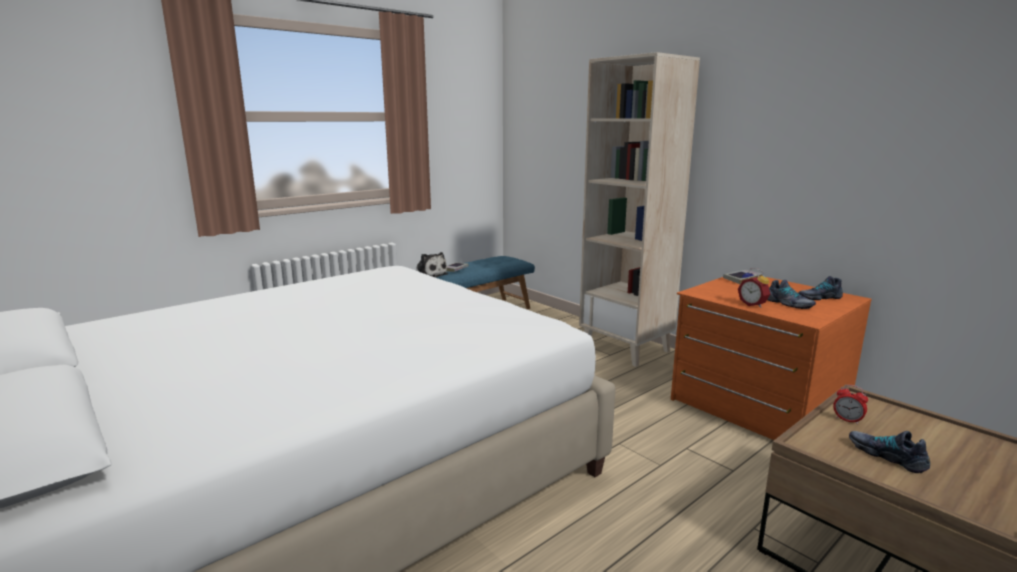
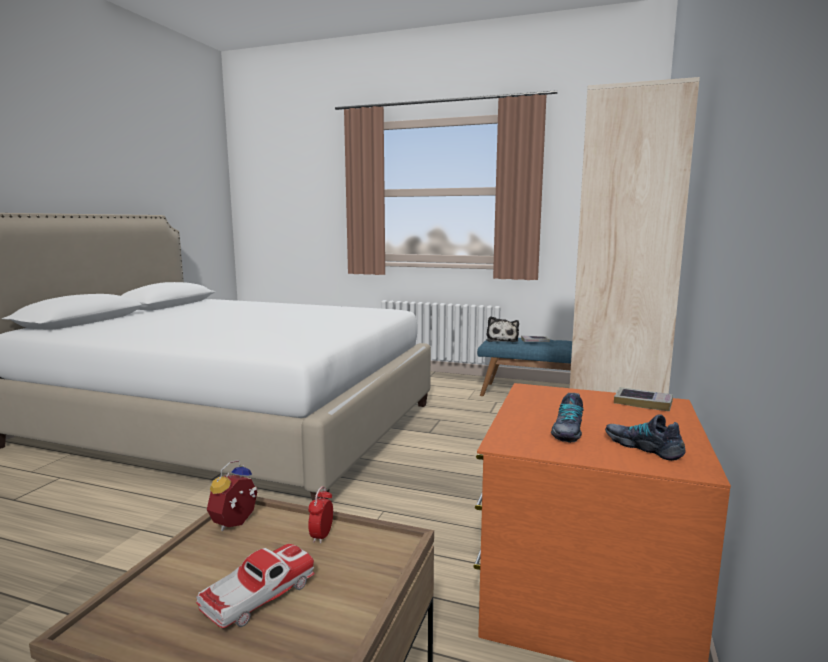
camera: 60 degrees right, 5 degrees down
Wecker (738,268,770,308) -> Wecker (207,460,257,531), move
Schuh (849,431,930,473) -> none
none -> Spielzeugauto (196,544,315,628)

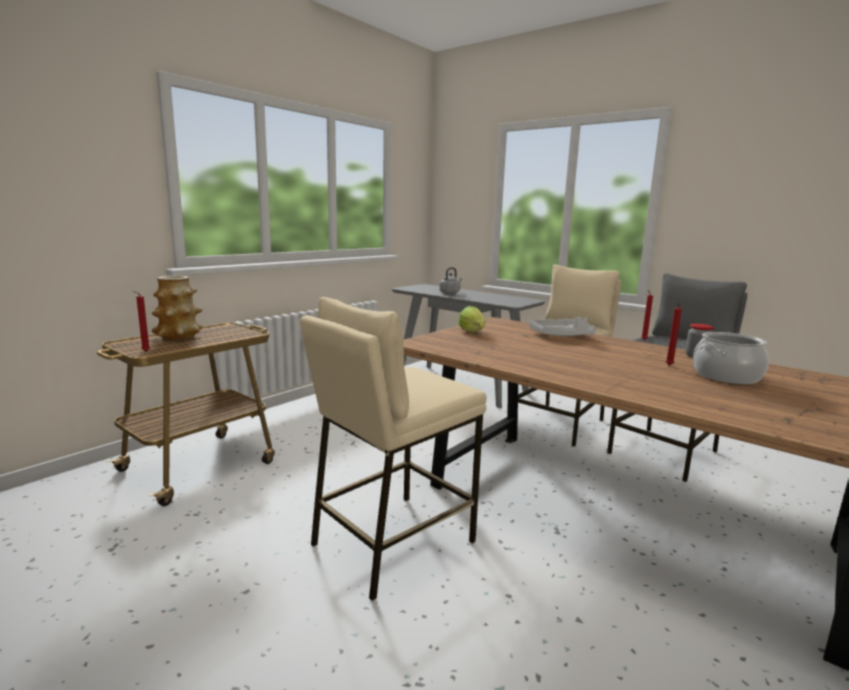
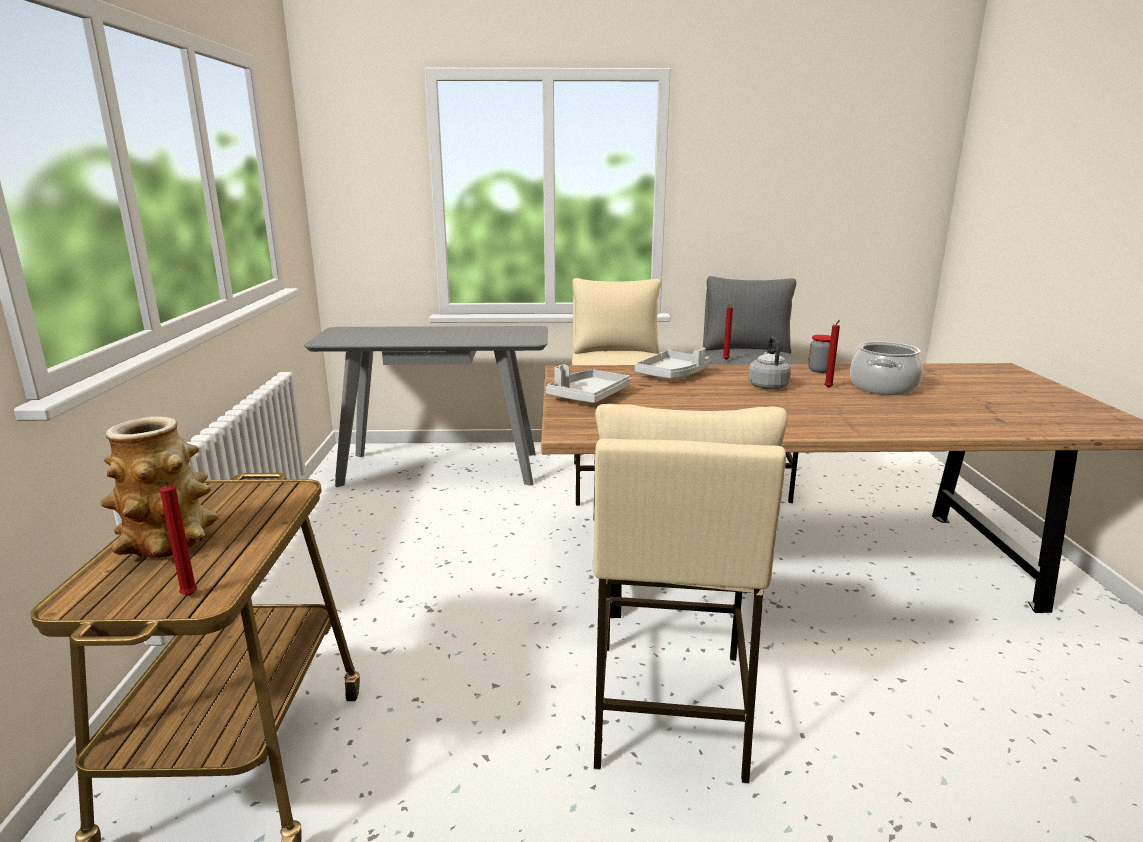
camera: 40 degrees left, 5 degrees up
Wasserkessel [grau] (439,267,462,294) -> Wasserkessel [grau] (748,337,791,390), move
Salatkopf (459,306,485,332) -> Tablett [grau] (546,364,631,403)

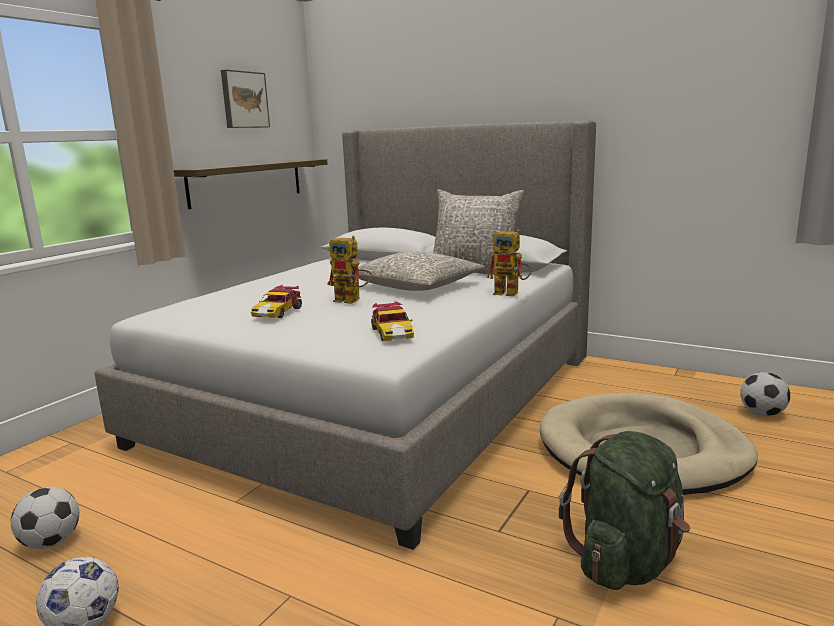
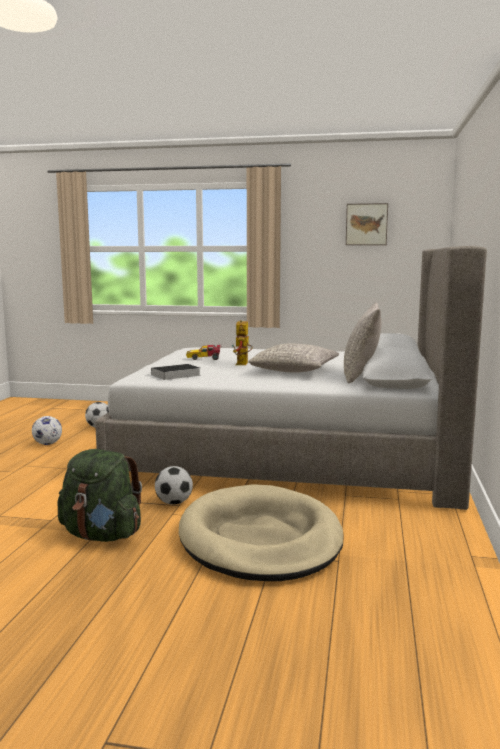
camera: 70 degrees right, 5 degrees down
Wandregal (174,159,327,209) -> none
Spielzeugauto (371,301,414,341) -> Buch (146,364,201,380)
Spielzeugroboter (487,229,532,296) -> none
Fußball (740,372,790,416) -> Fußball (155,466,193,505), move

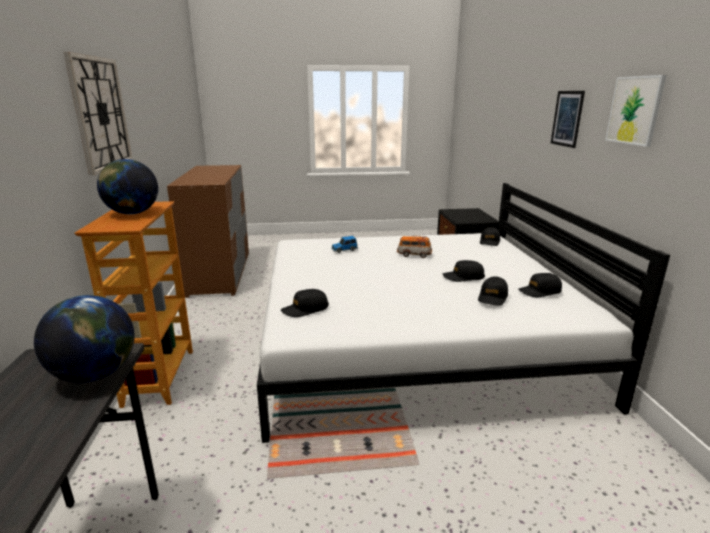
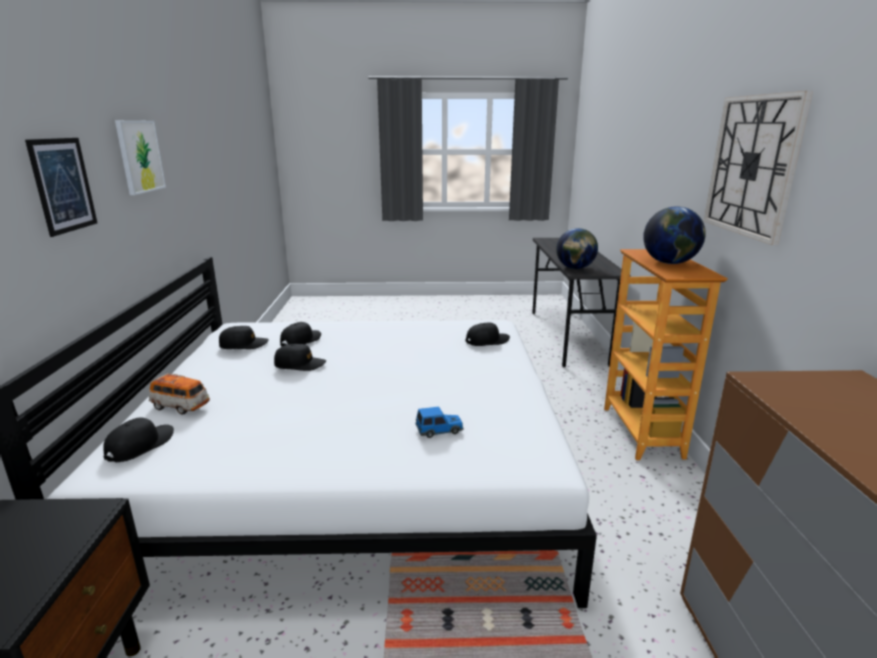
camera: 175 degrees left, 0 degrees up
Spielzeugauto (397,236,432,258) -> Spielzeugauto (149,373,210,415), move

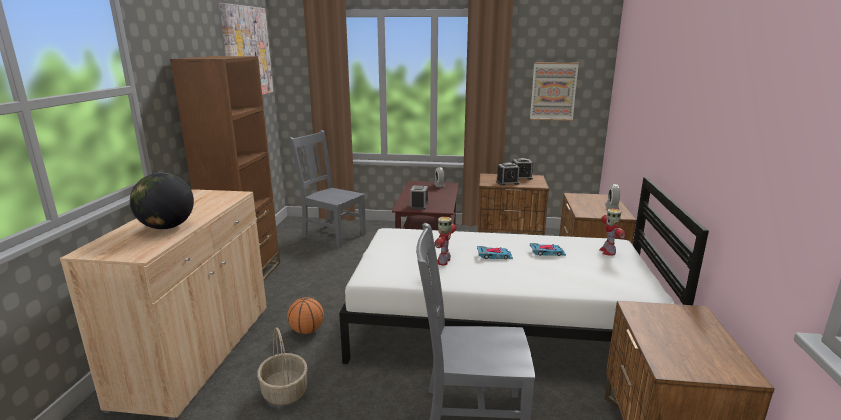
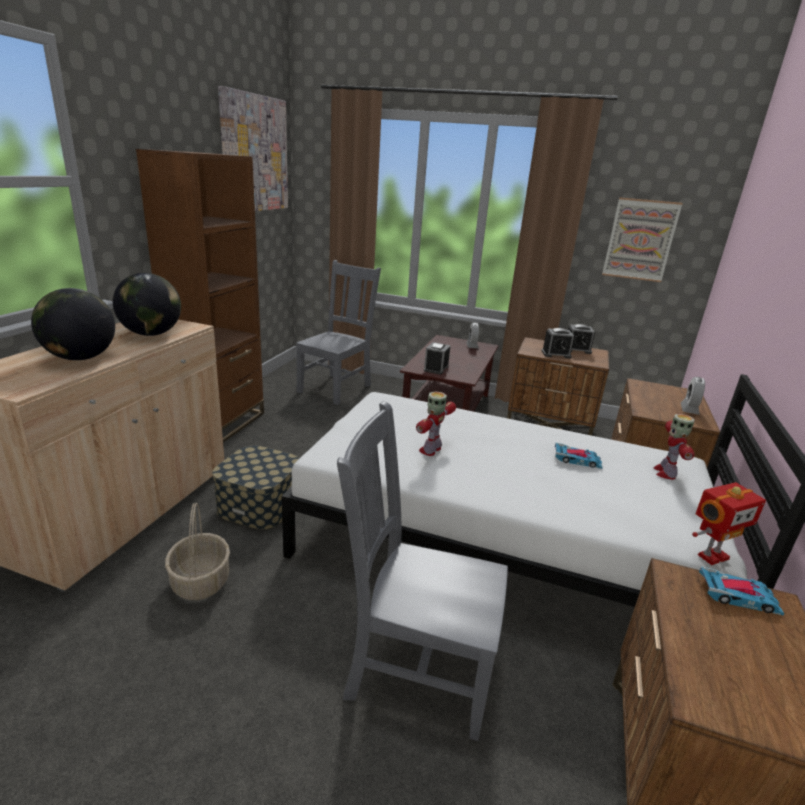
camera: 10 degrees right, 5 degrees up
Basketball (287,297,324,334) -> Aufbewahrungsbox (212,446,299,530)
Stuhl [grau] (289,130,366,248) -> Stuhl [grau] (296,260,381,405), 75 degrees clockwise
Spielzeugauto (477,246,513,259) -> Spielzeugauto (699,566,784,615), move
none -> Globus (113,273,181,336)
none -> Spielzeugroboter (692,482,766,565)

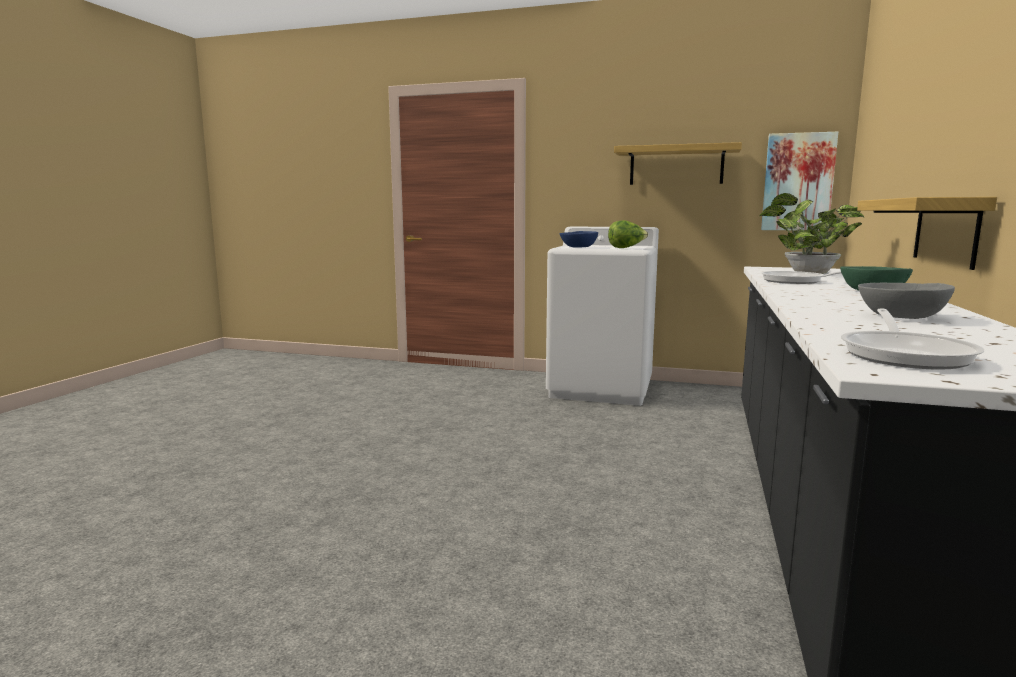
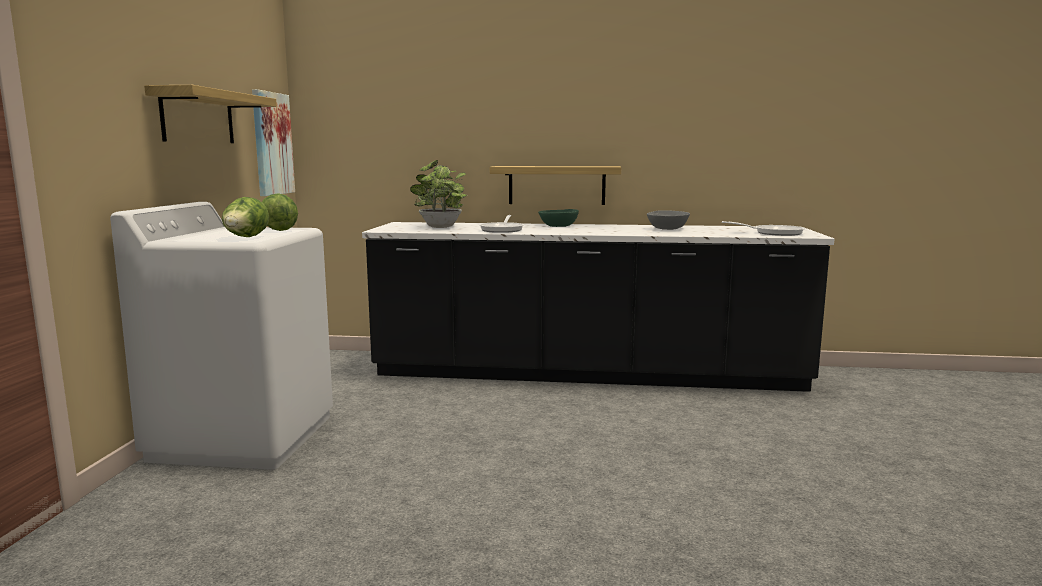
camera: 100 degrees left, 0 degrees up
Schüssel [blau] (559,231,598,248) -> Salatkopf (222,197,269,237)

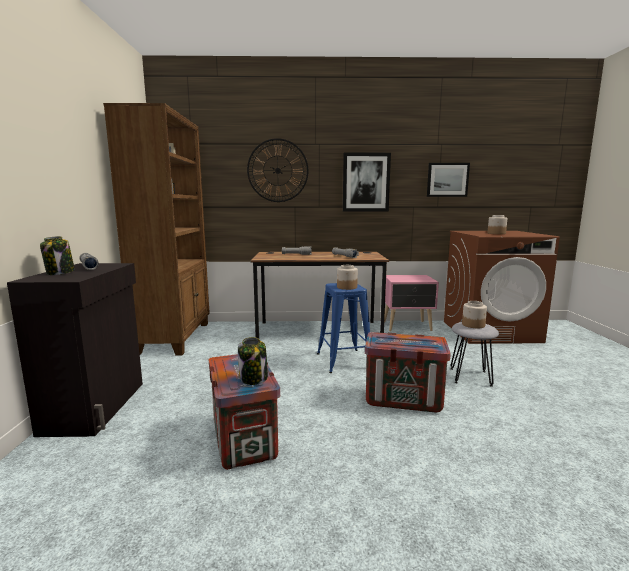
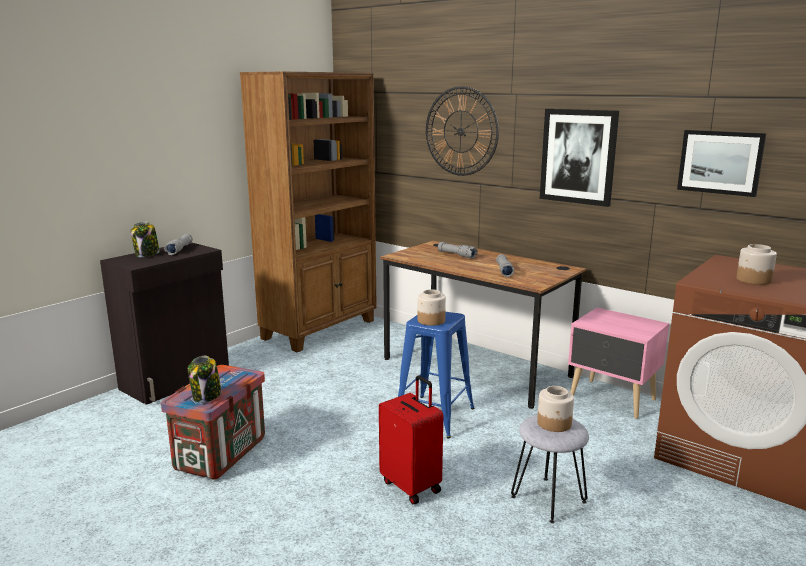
camera: 40 degrees right, 5 degrees up
Kiste (365,332,451,413) -> Koffer [rot] (379,376,443,504)

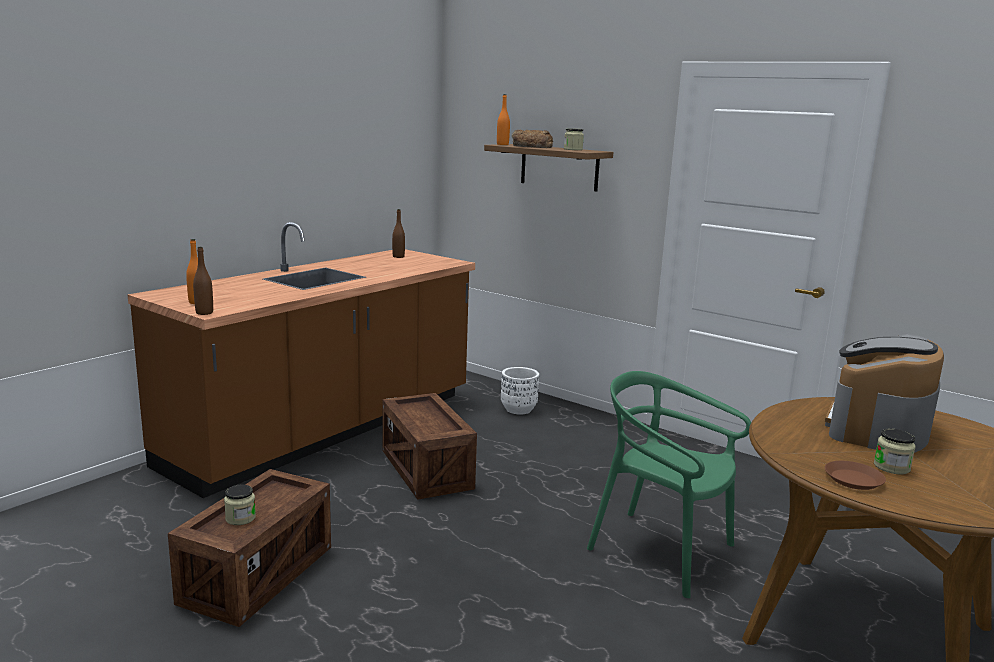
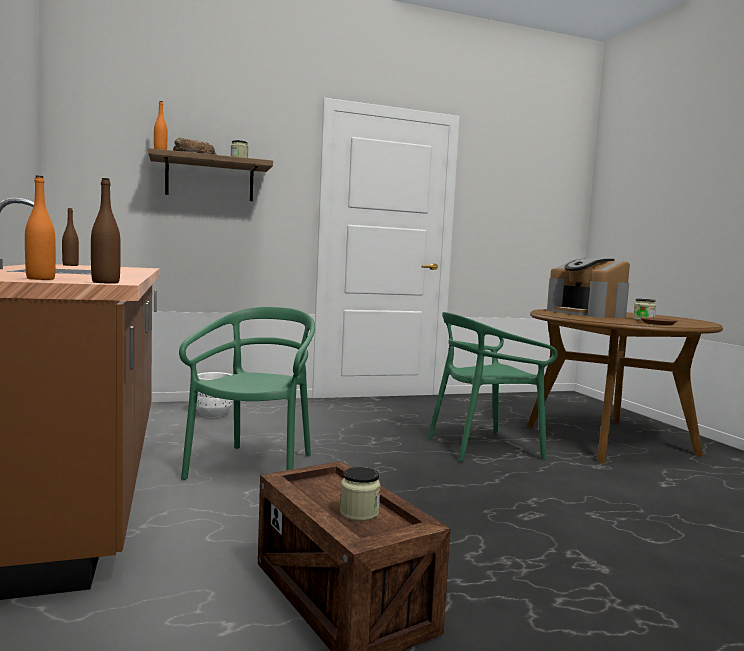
camera: 55 degrees left, 10 degrees down
Kiste (382,393,477,500) -> Stuhl [grün] (179,307,315,480)

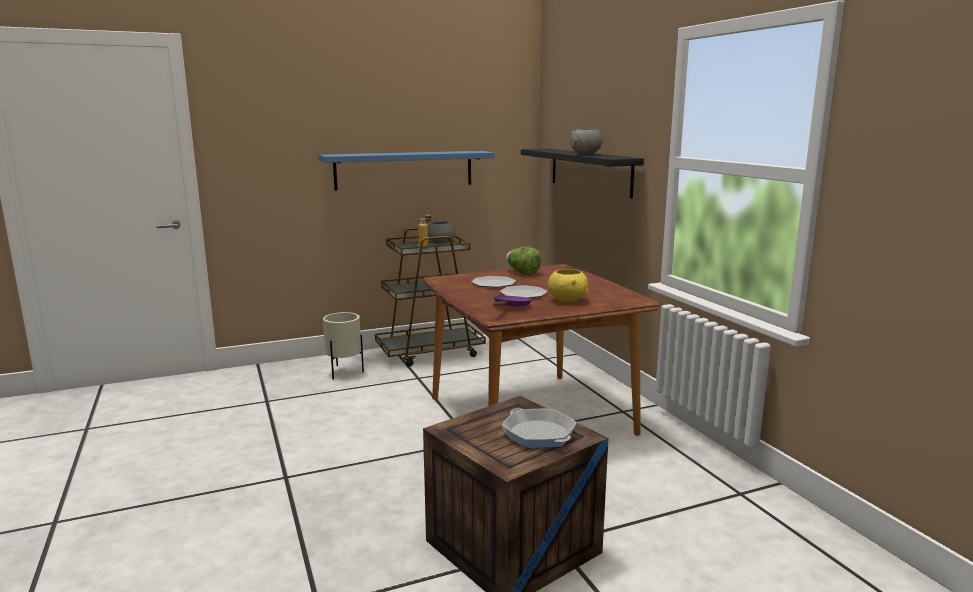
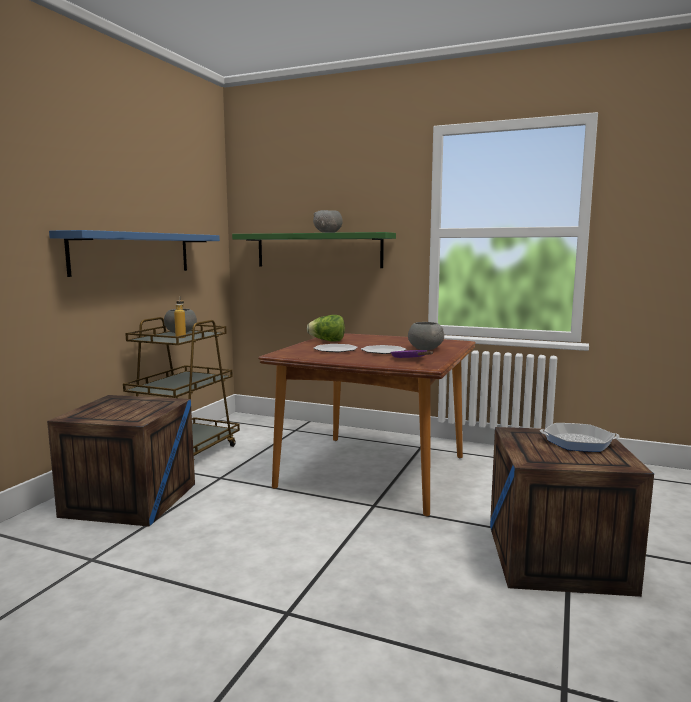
camera: 45 degrees left, 5 degrees down
Pflanzkübel [beige] (323,312,364,380) -> Kiste (47,395,195,527)
Wandregal [schwarz] (521,149,644,199) -> Wandregal [grün] (232,232,396,268)
Schüssel [gelb] (548,269,588,302) -> Schüssel [grau] (408,322,444,350)

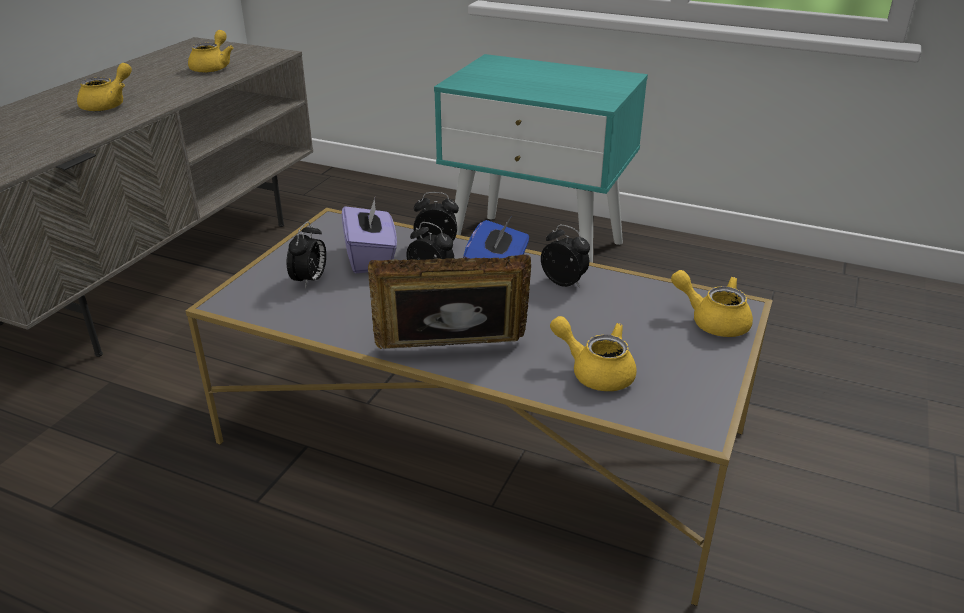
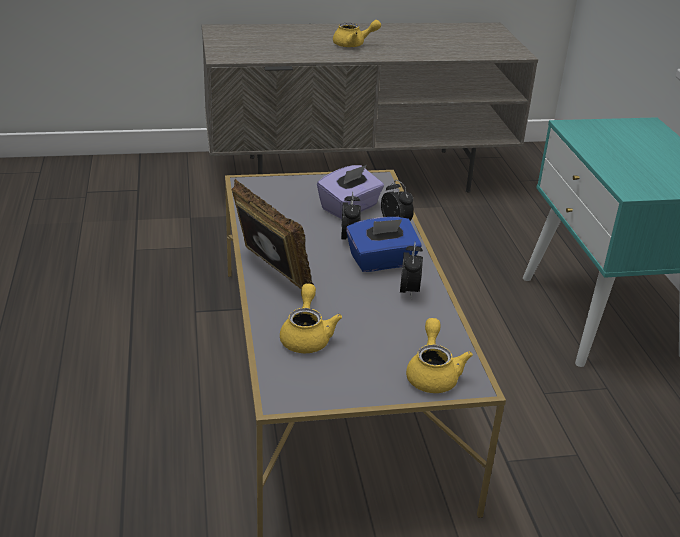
camera: 55 degrees right, 0 degrees up
Teekanne [gelb] (188,30,233,73) -> none
Wecker (287,221,326,289) -> none

